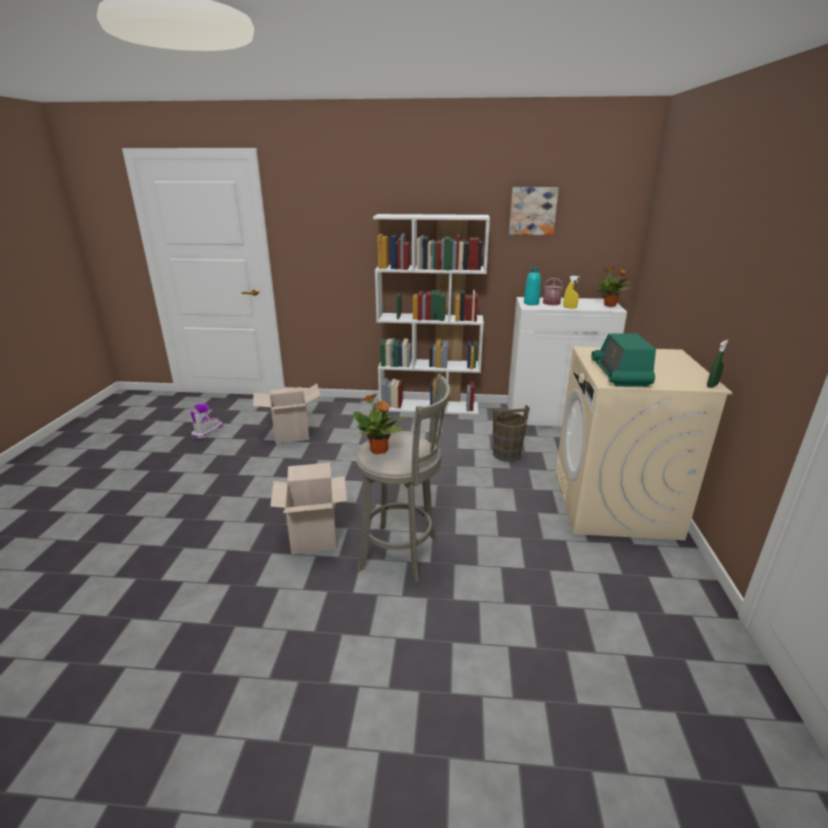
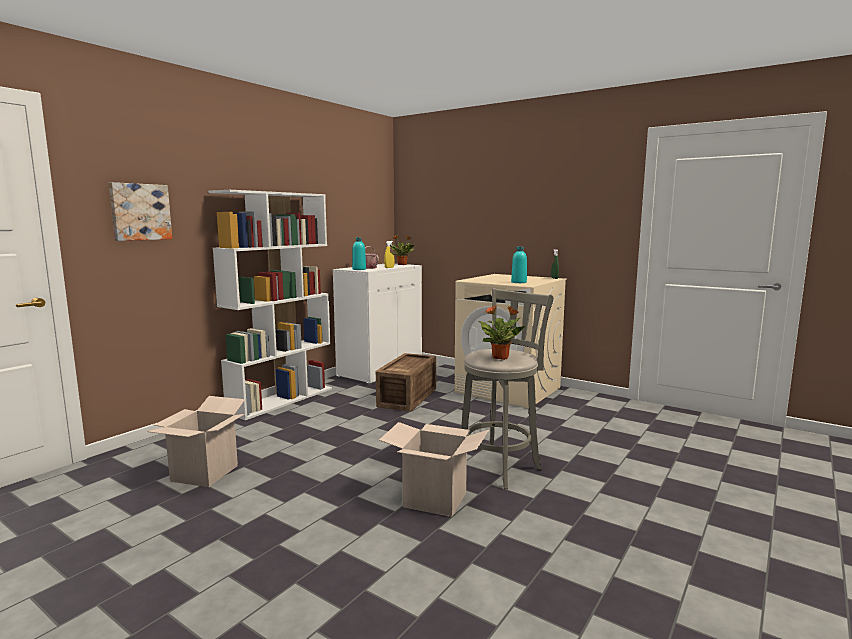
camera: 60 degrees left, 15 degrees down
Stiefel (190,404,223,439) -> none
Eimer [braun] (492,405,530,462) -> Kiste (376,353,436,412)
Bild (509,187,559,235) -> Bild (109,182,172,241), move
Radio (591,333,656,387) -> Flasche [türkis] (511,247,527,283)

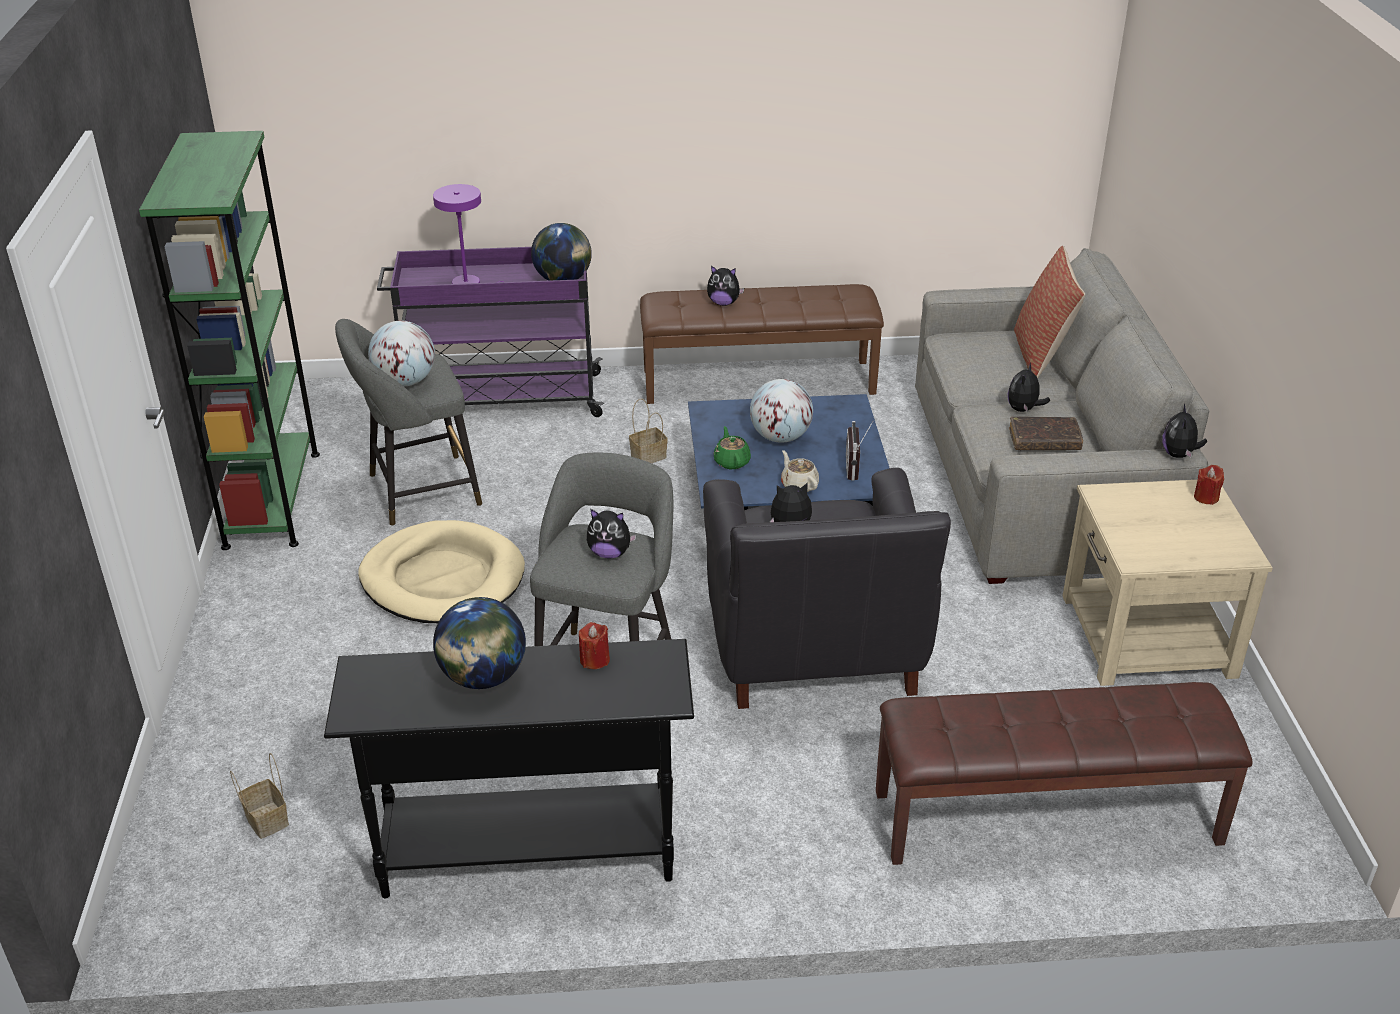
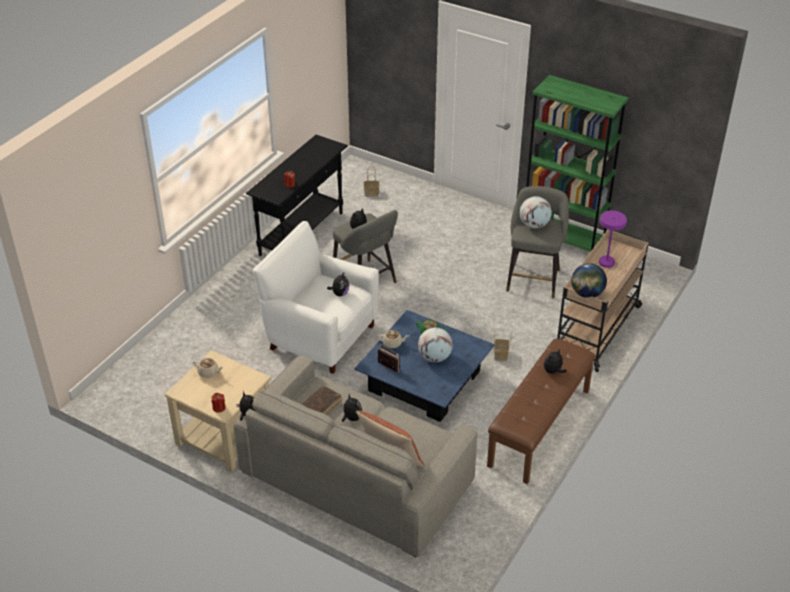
camera: 125 degrees right, 5 degrees up
Hundebett [beige] (358,520,525,623) -> none
Rollwagen [lila] (377,247,604,417) -> Rollwagen [beige] (557,230,649,372)
Globus (433,597,526,689) -> none
Sessel [schwarz] (703,468,951,709) -> Sessel [weiß] (253,221,379,374)
Bank [braun] (876,682,1253,865) -> none
none -> Teekanne [beige] (193,358,224,378)

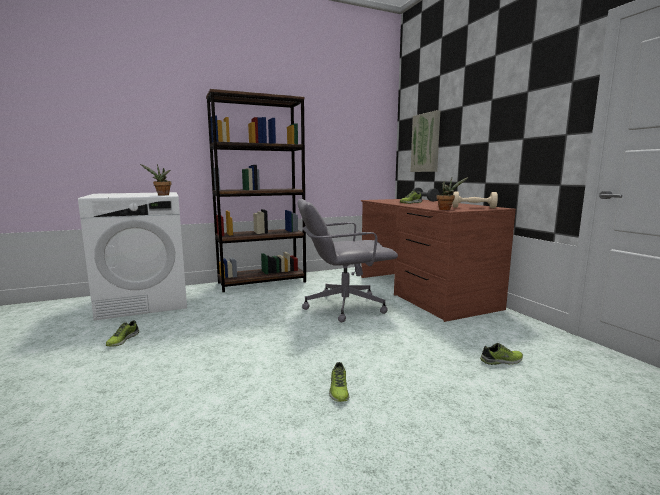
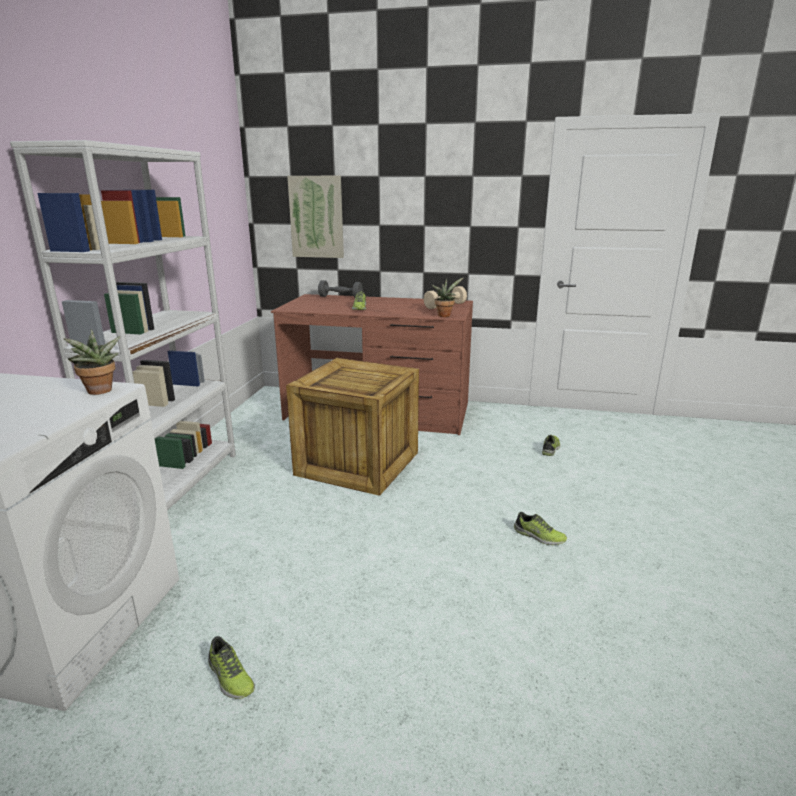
camera: 55 degrees left, 10 degrees up
Bücherregal [braun] (206,89,306,292) -> Bücherregal [weiß] (10,140,236,510)
Bürostuhl [grau] (298,199,398,322) -> Kiste (286,358,419,496)

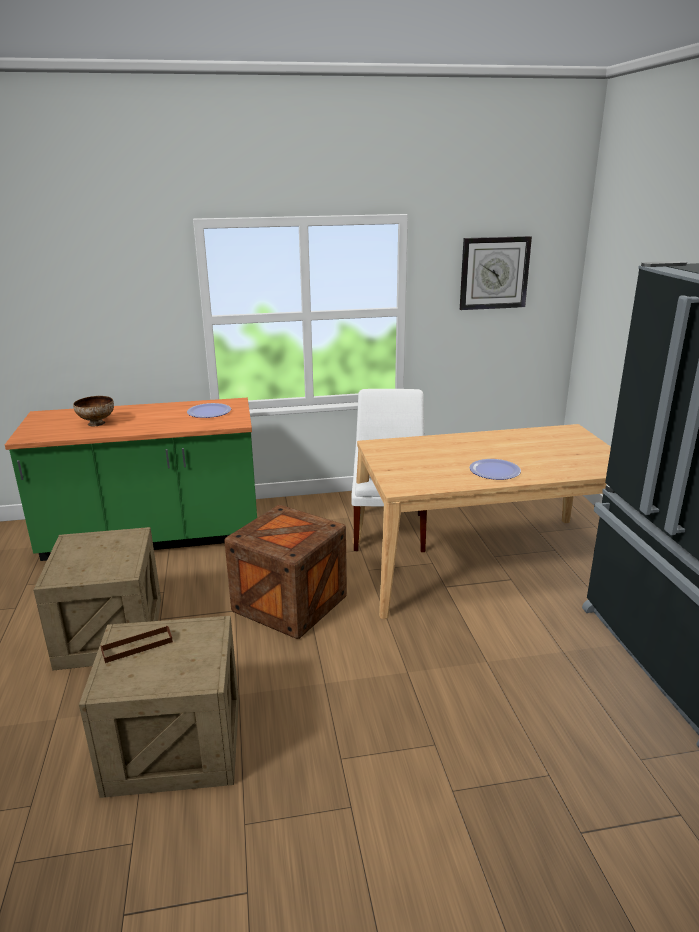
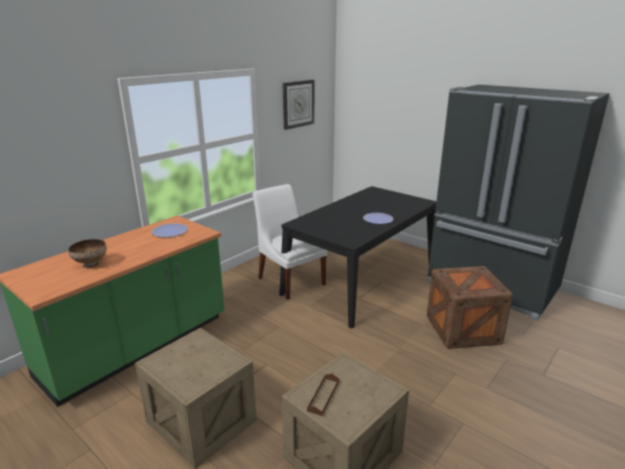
camera: 40 degrees left, 0 degrees up
Kiste (224,505,347,639) -> Kiste (427,266,513,349), move
Esstisch [beige] (353,424,611,619) -> Esstisch [schwarz] (279,186,436,329)

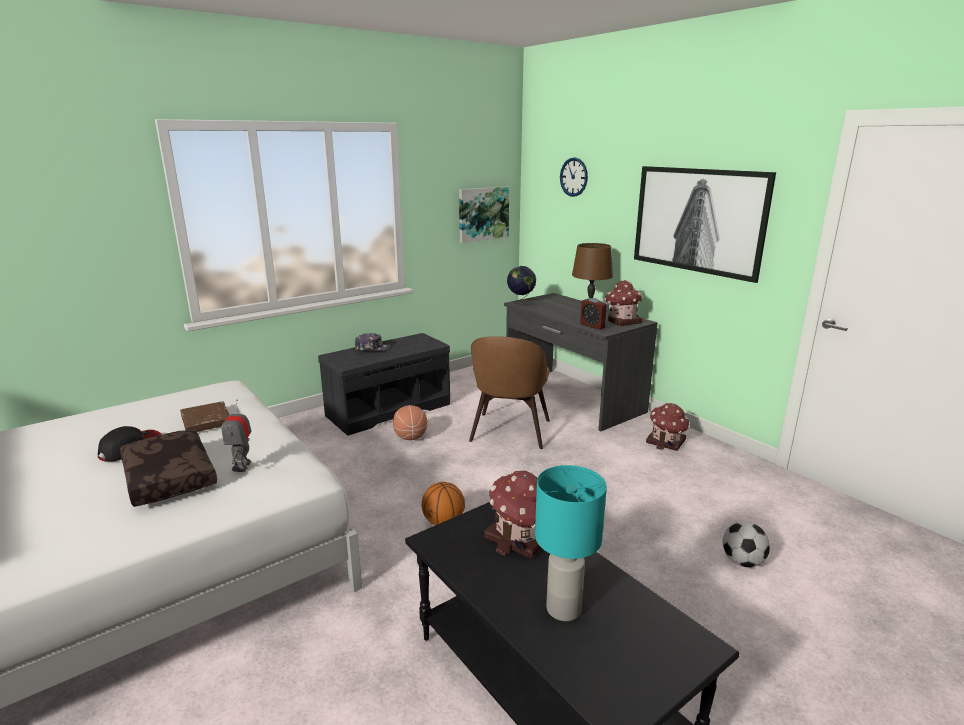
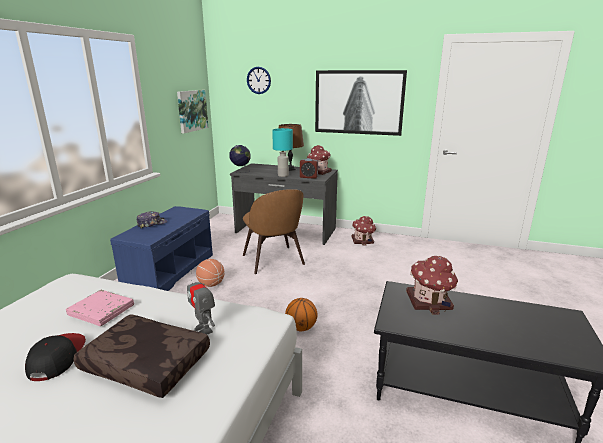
camera: 35 degrees left, 0 degrees up
Buch [braun] (180,401,230,432) -> Buch [rosa] (66,290,134,326)
Bank [grau] (318,333,450,436) -> Bank [blau] (110,206,213,291)
Tischlampe [türkis] (535,465,607,621) -> Tischlampe [türkis] (272,128,293,177), move
Fußball (723,521,770,567) -> none

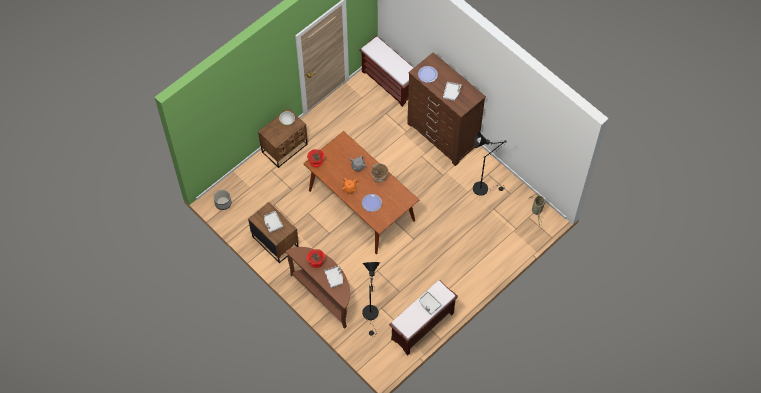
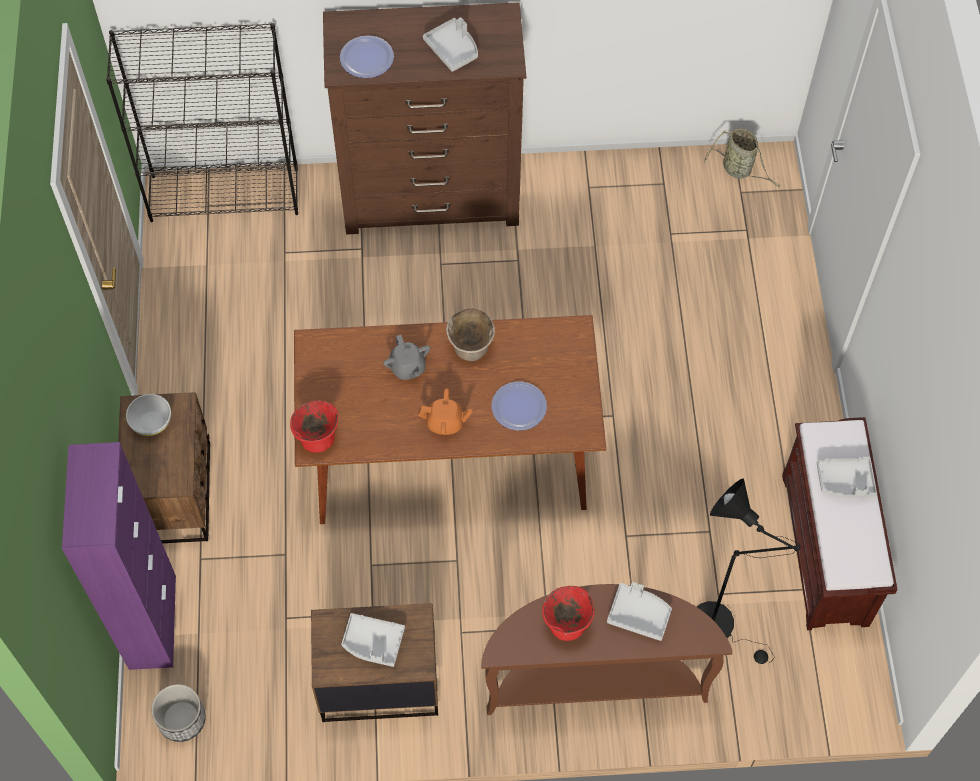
camera: 50 degrees left, 0 degrees up
Bank [braun] (359,35,414,107) -> Bücherregal [schwarz] (106,23,298,222)
Stehlampe [schwarz] (473,132,507,196) -> none
none -> Schrank [lila] (62,442,176,670)

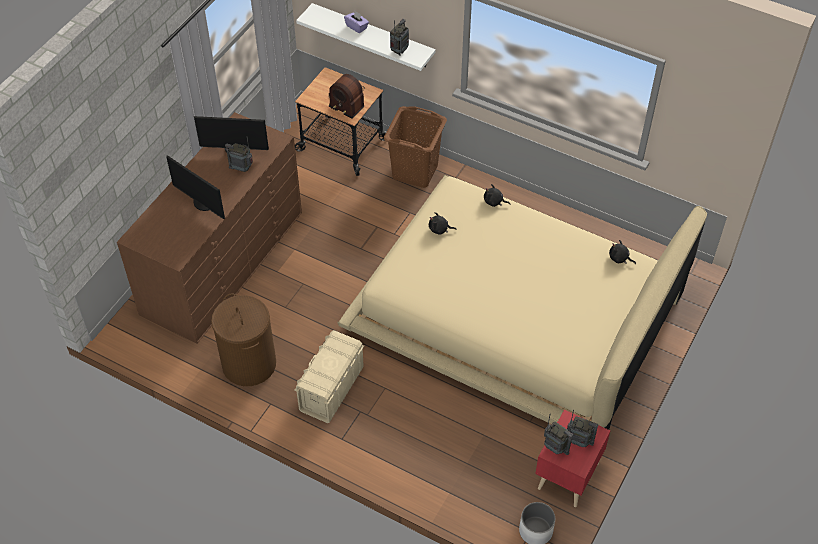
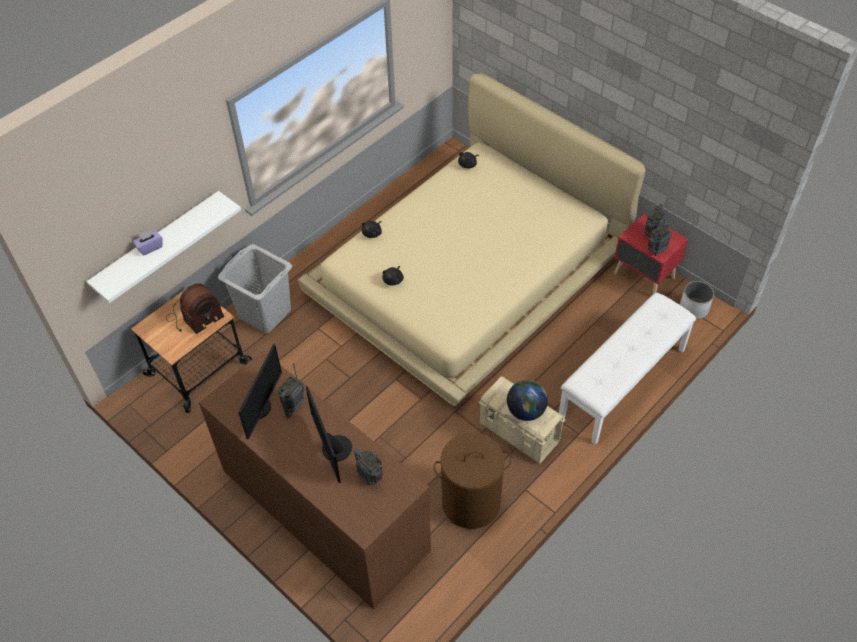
camera: 75 degrees left, 0 degrees up
Monitor (167,155,225,219) -> Monitor (306,385,352,483), 105 degrees clockwise
Wäschekorb [braun] (384,106,447,188) -> Wäschekorb [grau] (218,244,292,333)
Radio (390,19,409,56) -> Radio (354,448,383,485), move
none -> Globus (507,380,548,421)
none -> Bank [weiß] (559,293,696,445)

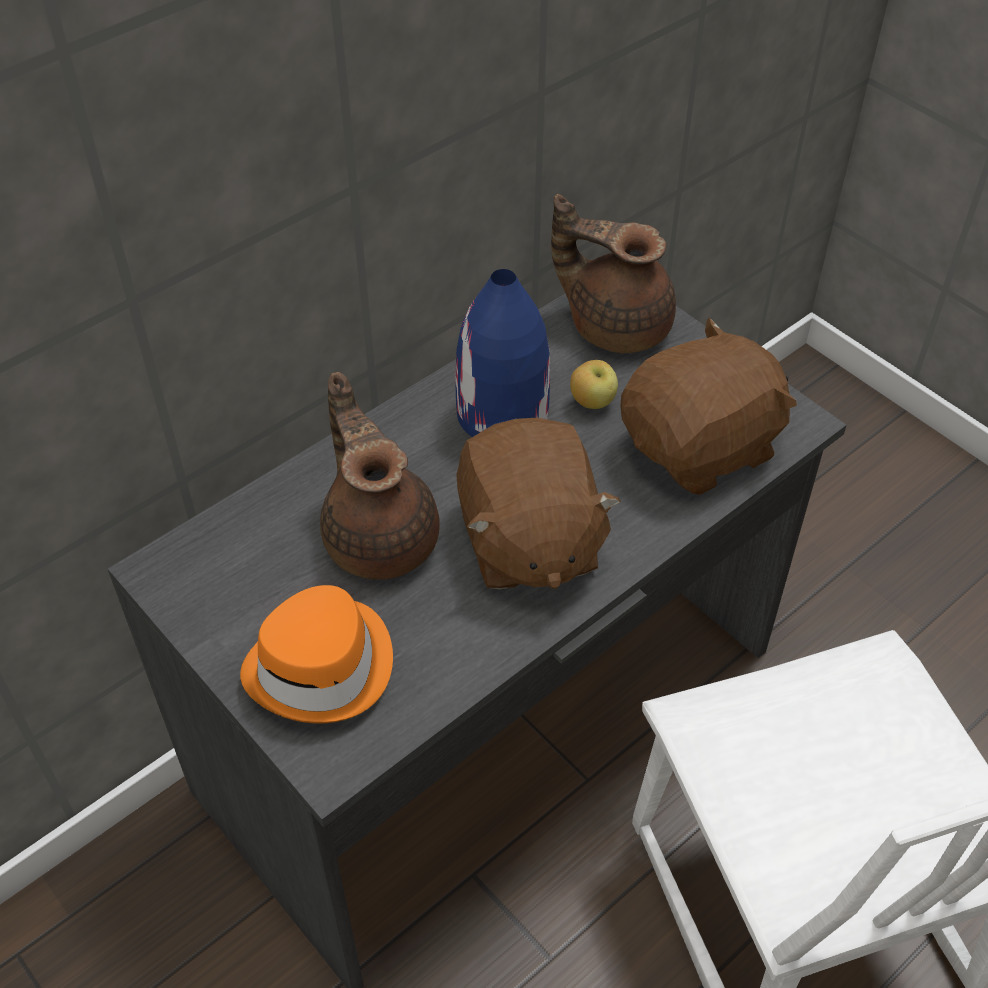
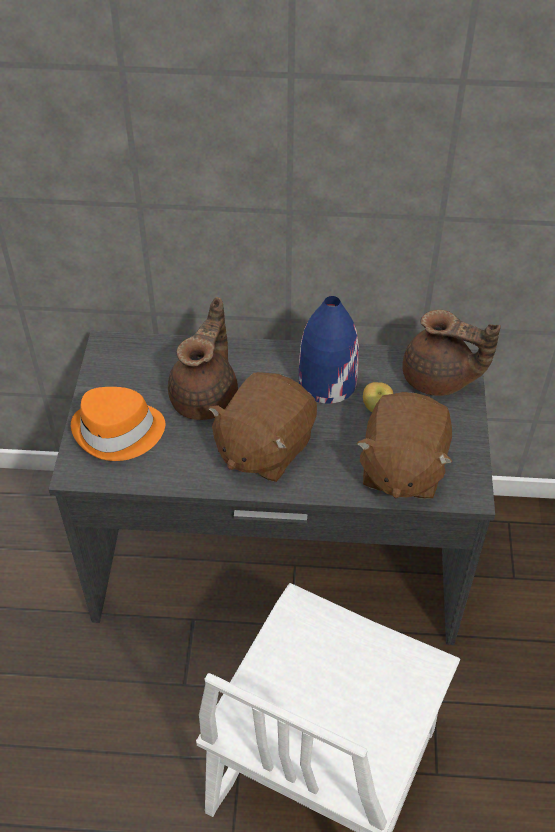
camera: 45 degrees right, 0 degrees up
Teekanne [braun] (551,194,676,353) -> Teekanne [braun] (402,310,501,396), 135 degrees clockwise
Plüschtier [braun] (621,317,797,495) -> Plüschtier [braun] (356,392,453,499), 90 degrees clockwise

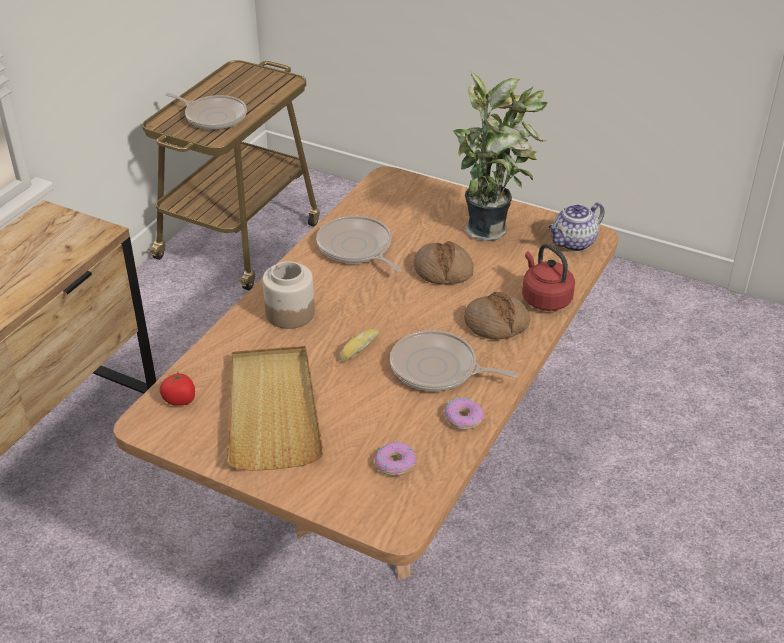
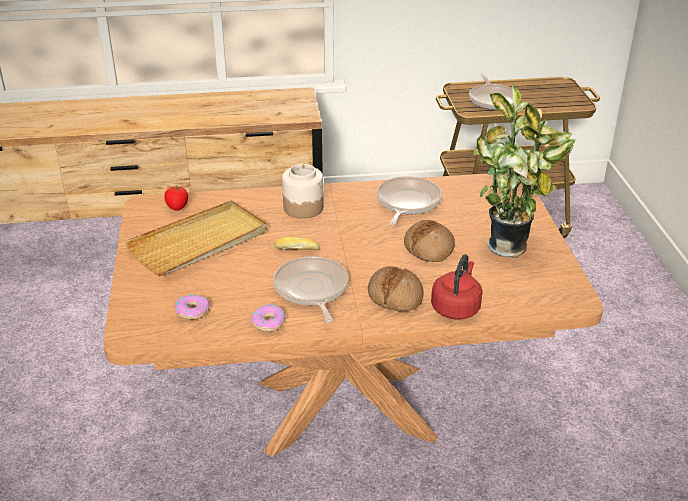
camera: 55 degrees right, 5 degrees down
Teekanne (548,203,605,251) -> none

